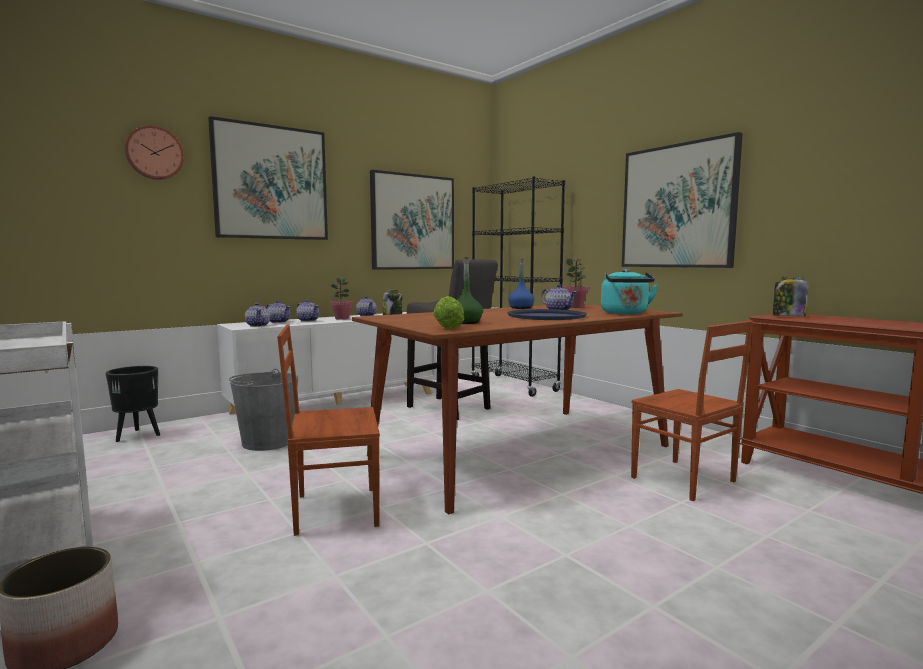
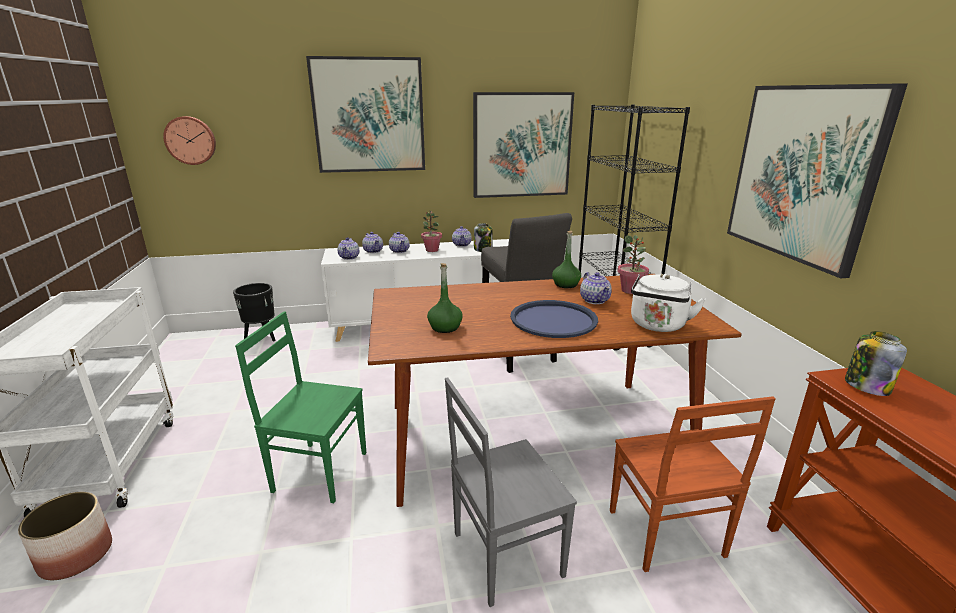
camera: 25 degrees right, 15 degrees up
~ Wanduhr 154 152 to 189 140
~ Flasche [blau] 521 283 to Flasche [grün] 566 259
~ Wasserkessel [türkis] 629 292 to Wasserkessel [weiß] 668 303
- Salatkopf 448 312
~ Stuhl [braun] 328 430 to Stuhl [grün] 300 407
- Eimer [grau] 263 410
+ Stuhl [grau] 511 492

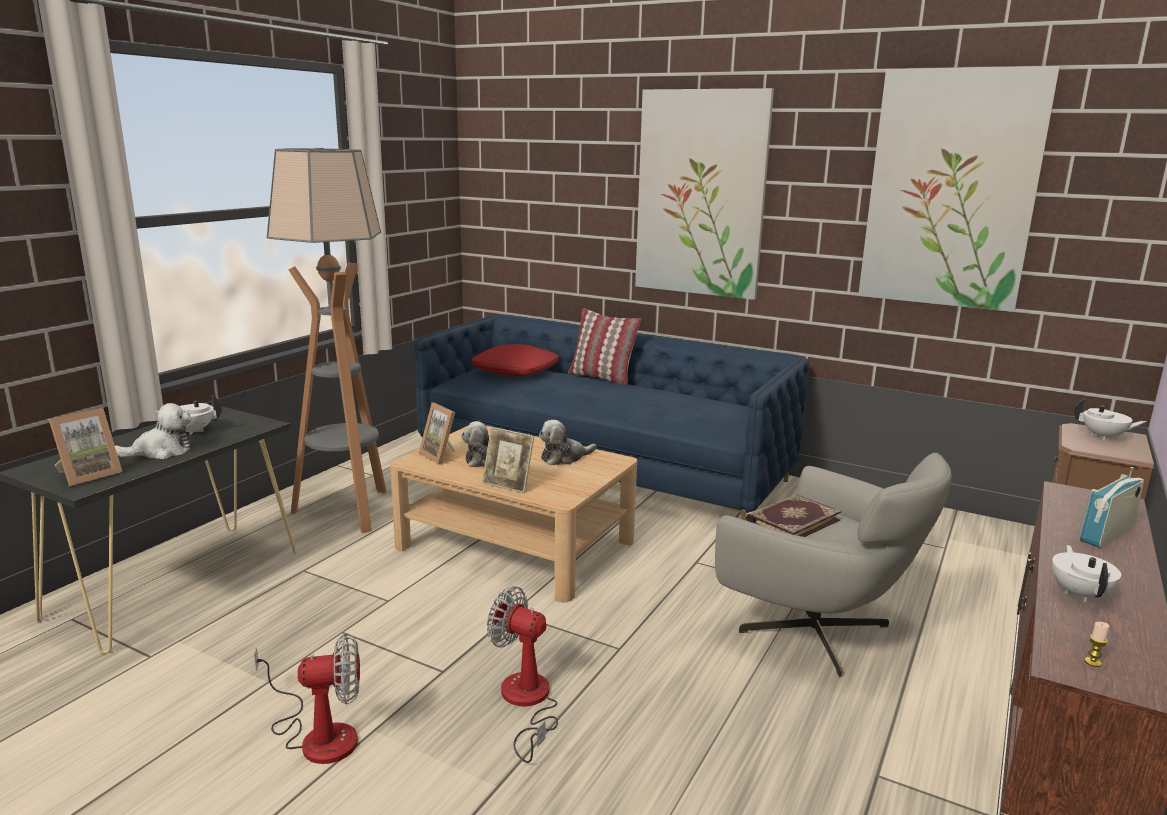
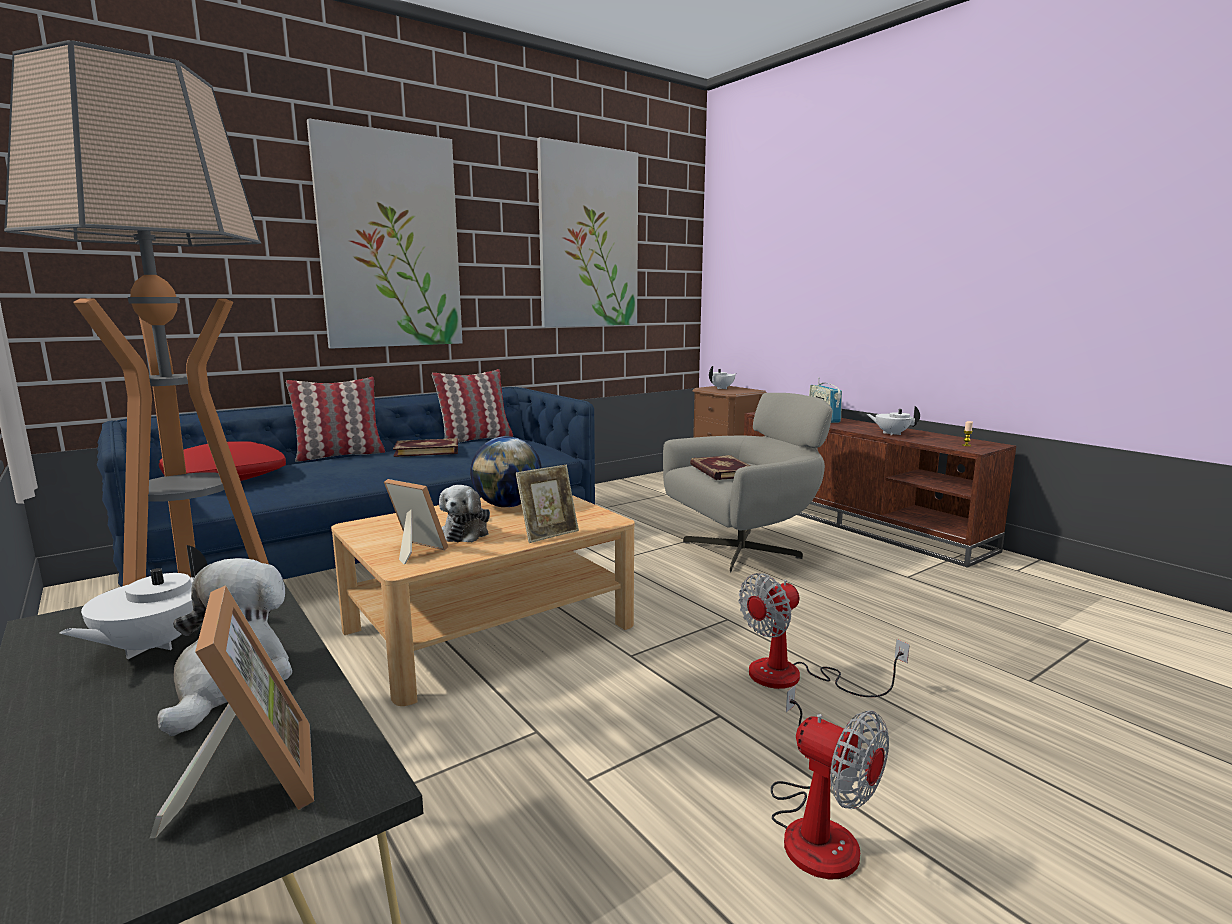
camera: 65 degrees left, 5 degrees down
~ Bilderrahmen 437 433 = 416 521 135 degrees counterclockwise
~ Plüschtier 568 442 to Globus 506 471
~ Ventilator 307 698 = 830 782 120 degrees clockwise
+ Kissen 472 406
+ Buch 425 447

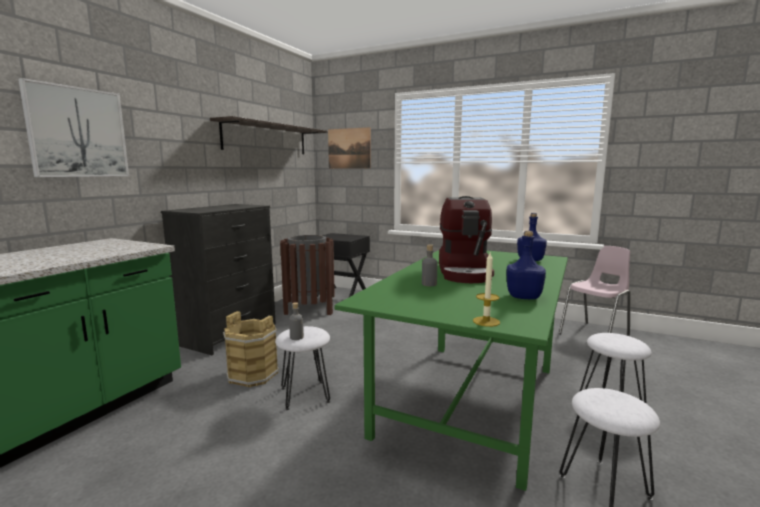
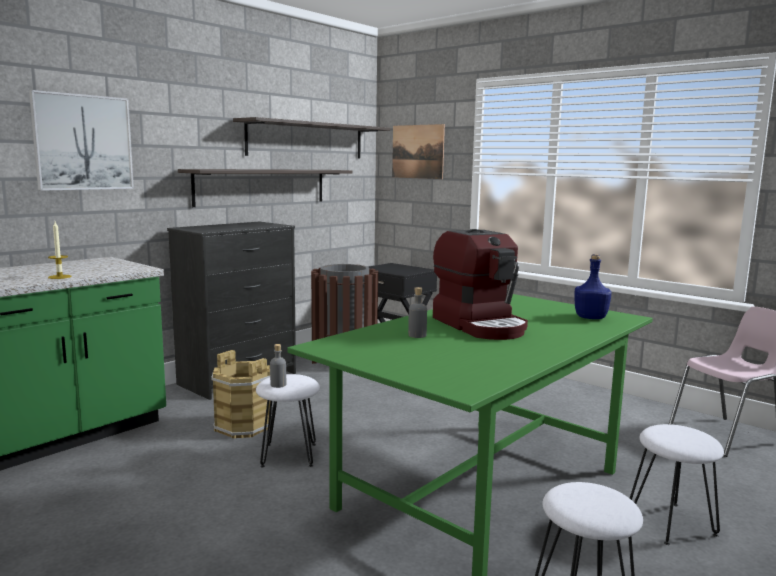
camera: 15 degrees right, 0 degrees up
~ Kaffeemaschine 466 239 = 480 284 45 degrees counterclockwise
- Flasche [blau] 526 264
~ Kerze 486 290 to 60 250
+ Wandregal 265 188

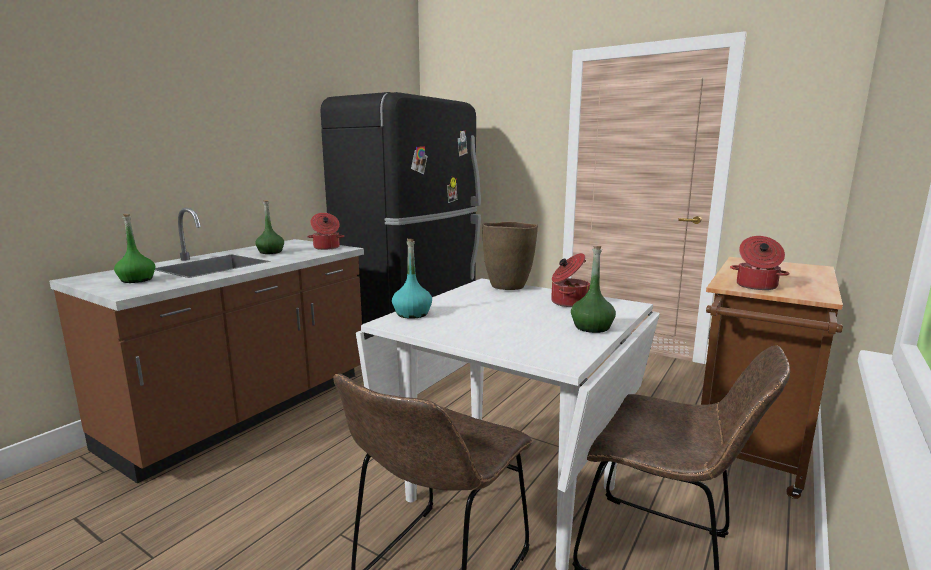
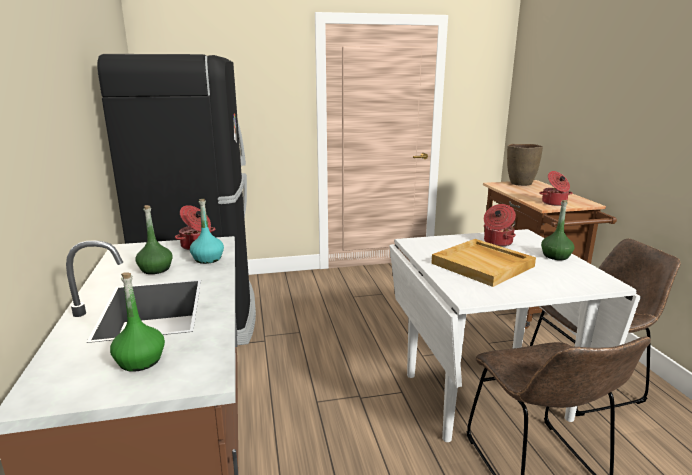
camera: 45 degrees left, 5 degrees up
~ Vase [braun] 510 255 to 525 165
~ Flasche [türkis] 412 279 to 207 231
+ Tablett [beige] 483 263

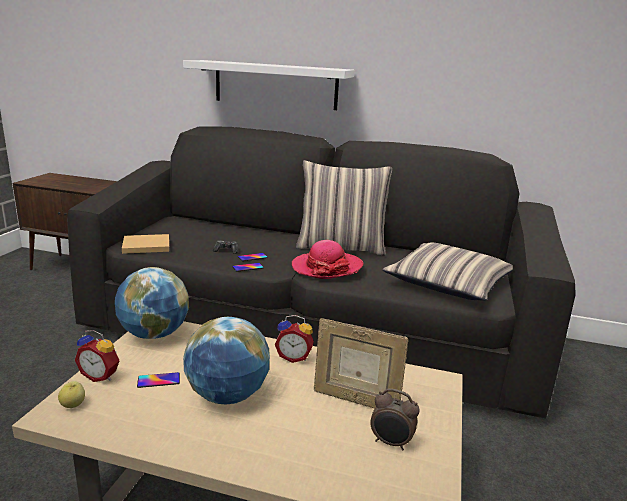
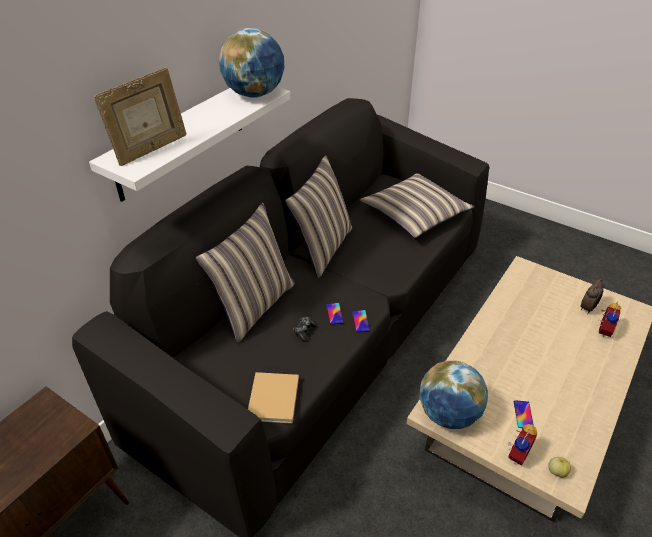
camera: 70 degrees left, 20 degrees up
- Hut 327 259
~ Wecker 294 339 to 610 319
~ Globus 226 361 to 251 63
~ Bilderrahmen 361 363 to 140 116
+ Kissen 245 272

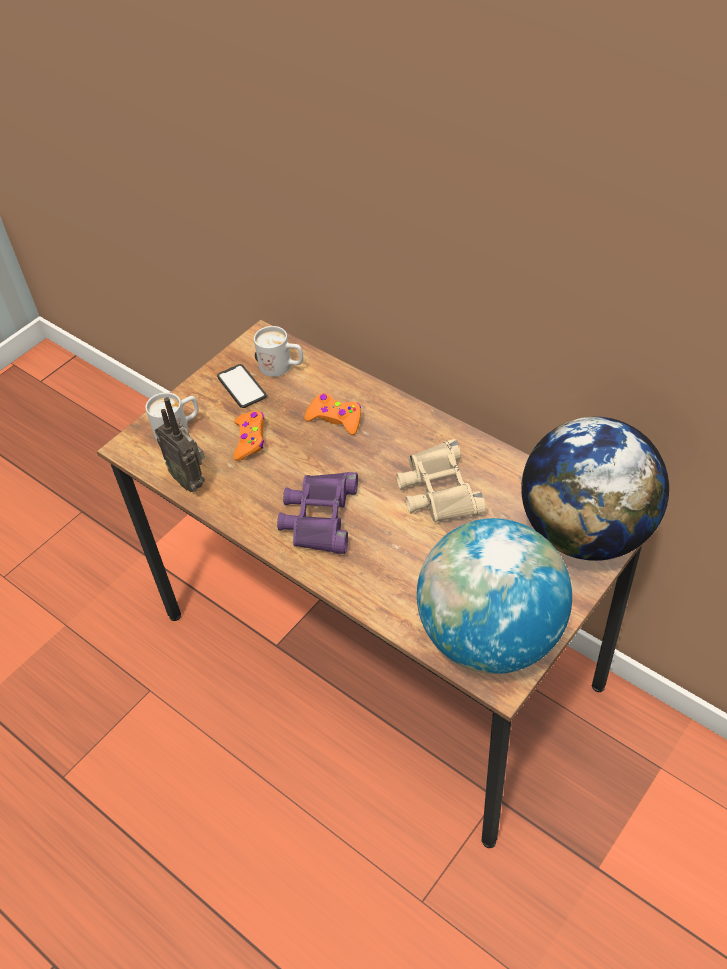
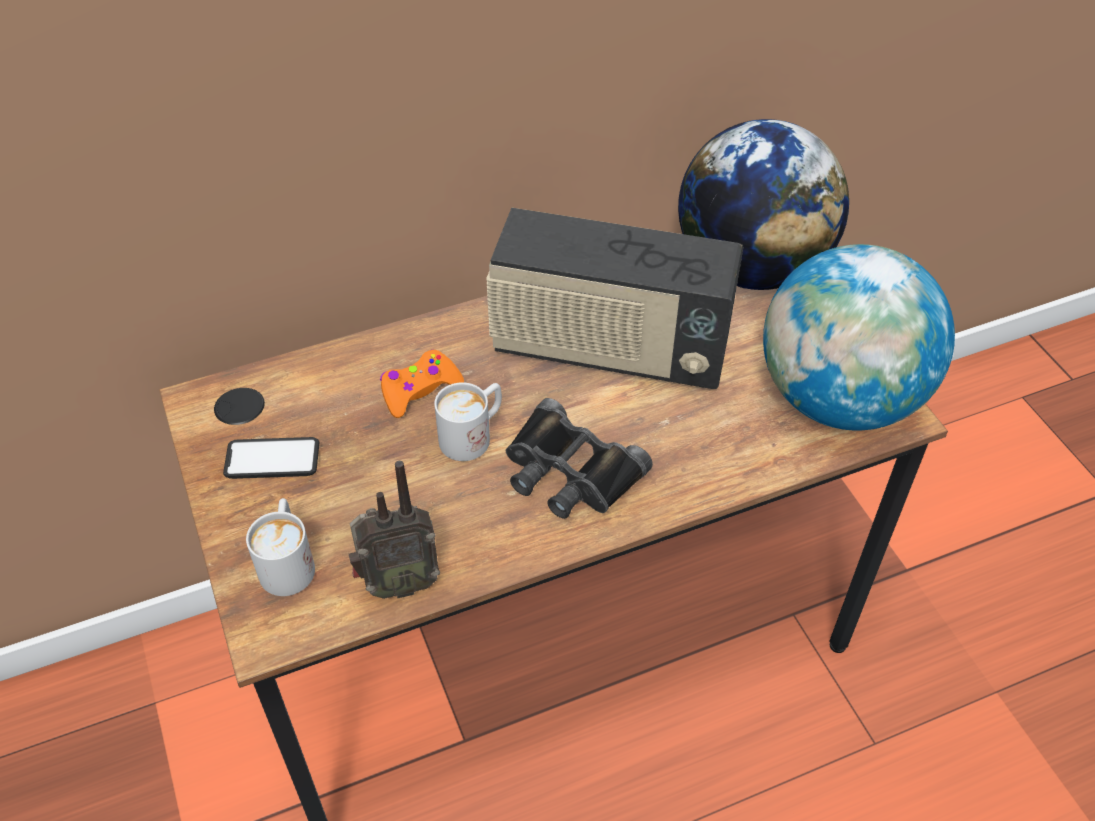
camera: 65 degrees left, 0 degrees up
~ Henkelbecher [weiß] 278 351 to 468 421
- Gamepad [orange] 248 436
~ Fernglas [beige] 441 480 to Radio 614 298
~ Fernglas [lila] 317 513 to Fernglas [schwarz] 579 458

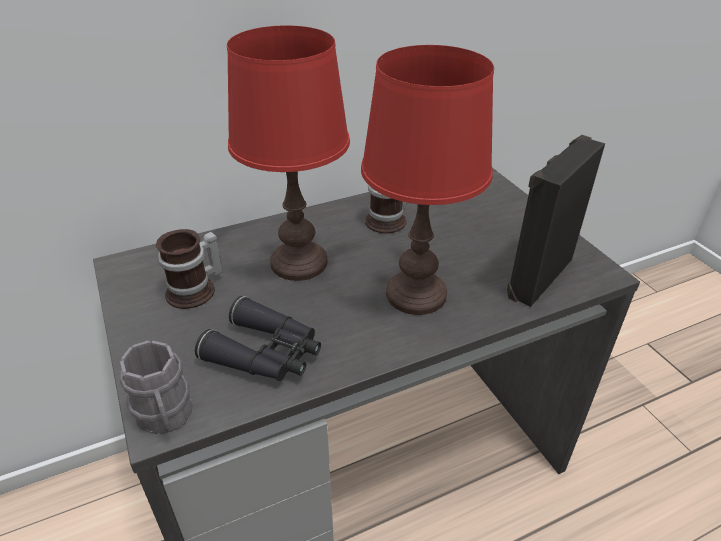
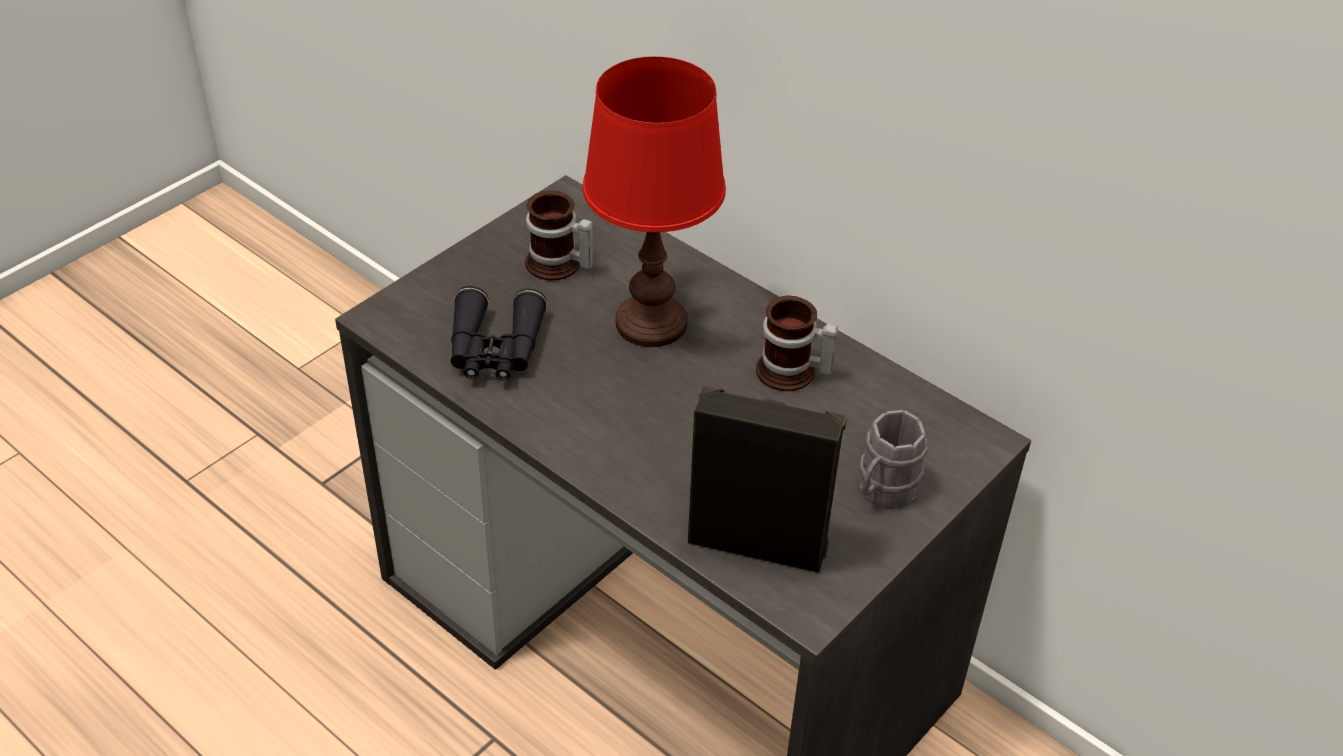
camera: 65 degrees right, 5 degrees up
- Tischlampe [rot] 427 180
~ Henkelbecher [grau] 156 387 to 893 459

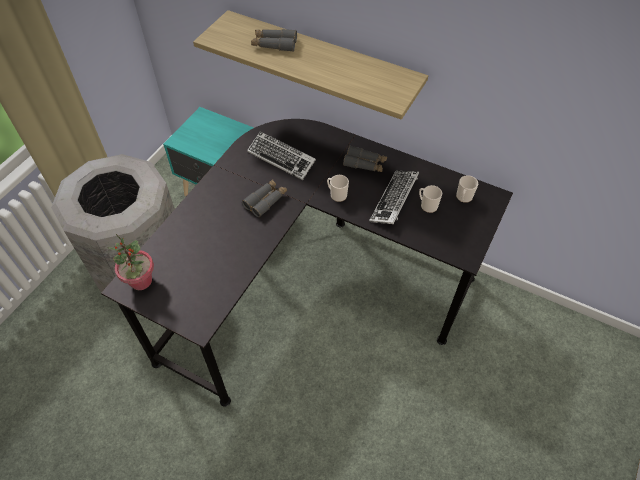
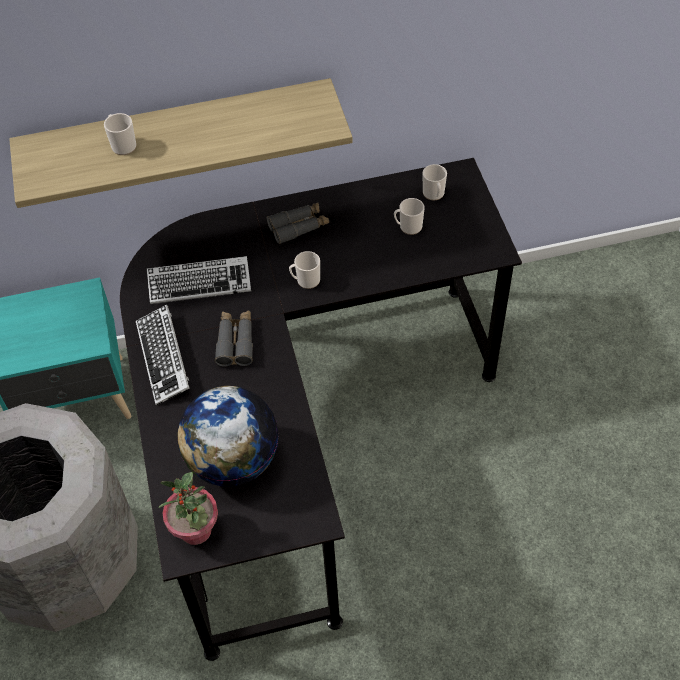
camera: 40 degrees left, 0 degrees up
~ Fernglas [grau] 274 40 to Henkelbecher 120 134
~ Tastatur 394 197 to 163 355
+ Globus 228 436

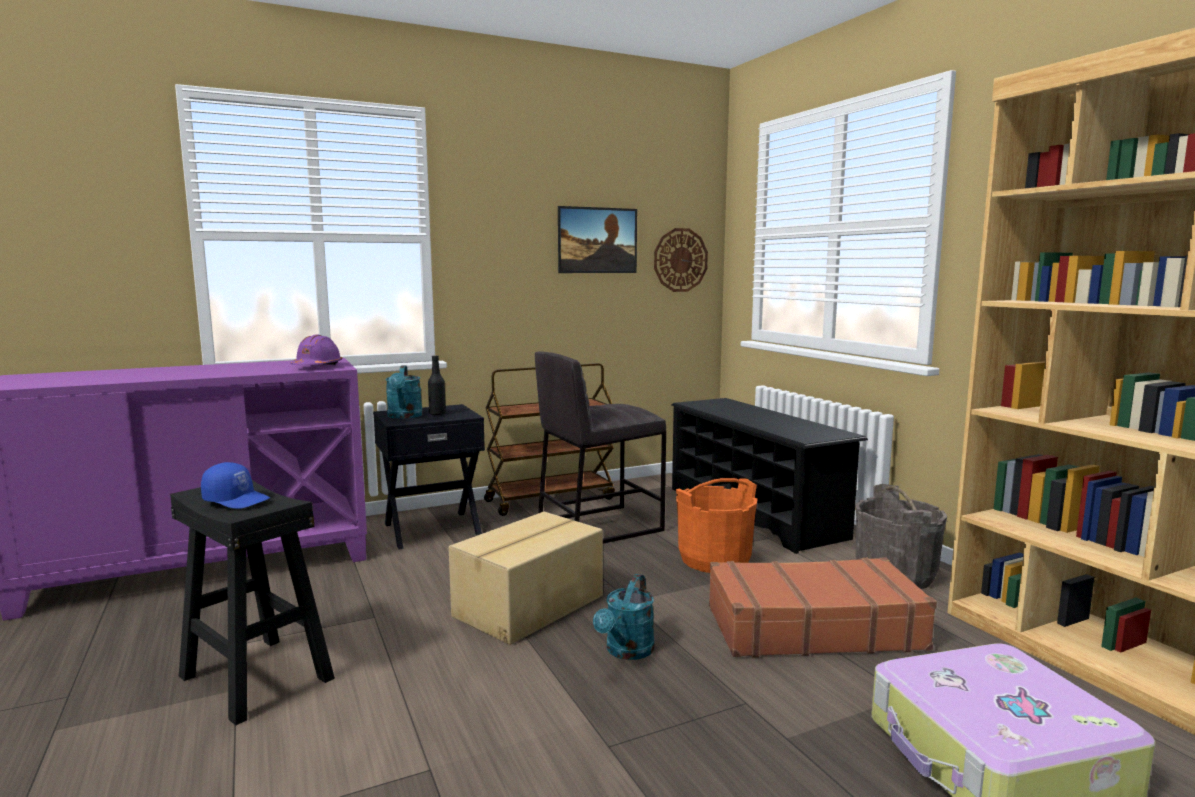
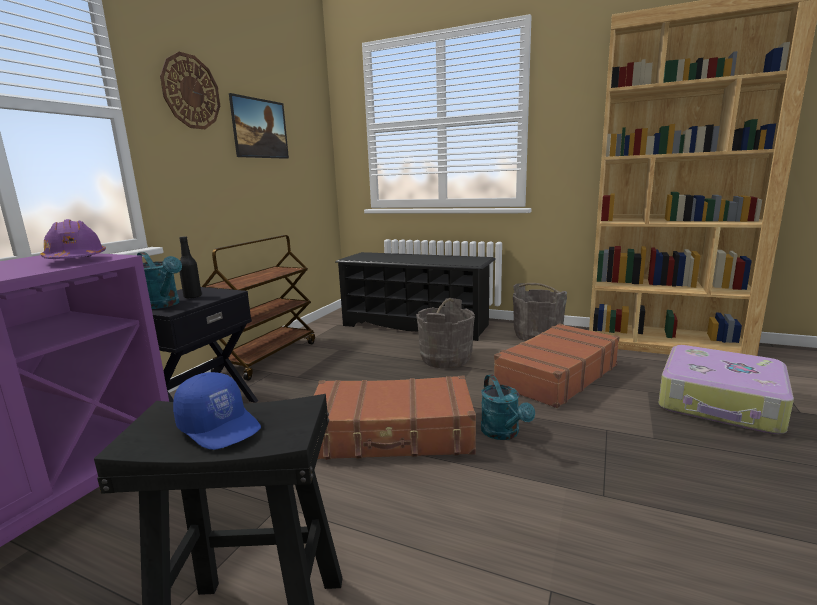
camera: 40 degrees left, 5 degrees up
~ Wanduhr 681 260 to 190 90
- Hocker [grau] 600 447
~ Kappe [blau] 235 485 = 217 411 60 degrees clockwise
~ Eimer [orange] 716 525 to Eimer [grau] 445 333
~ Karton 526 578 to Koffer [braun] 395 418

